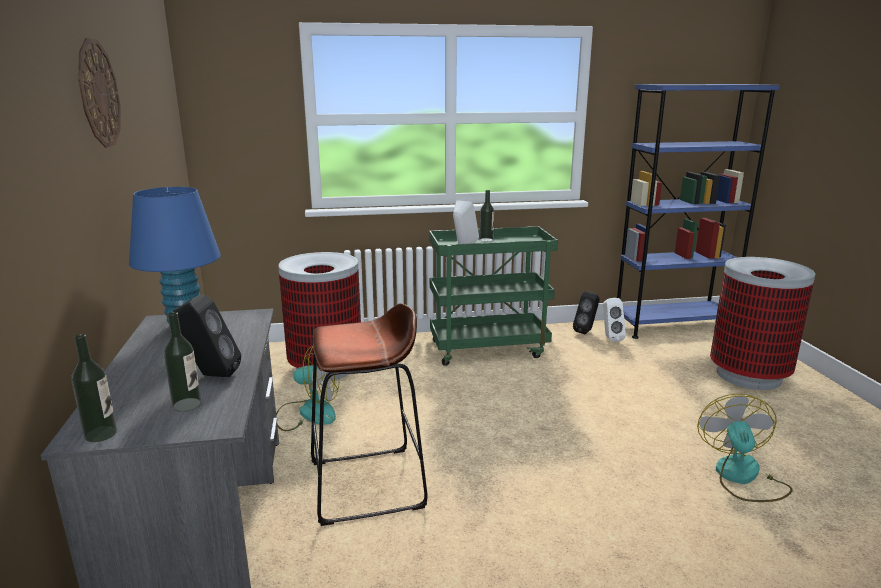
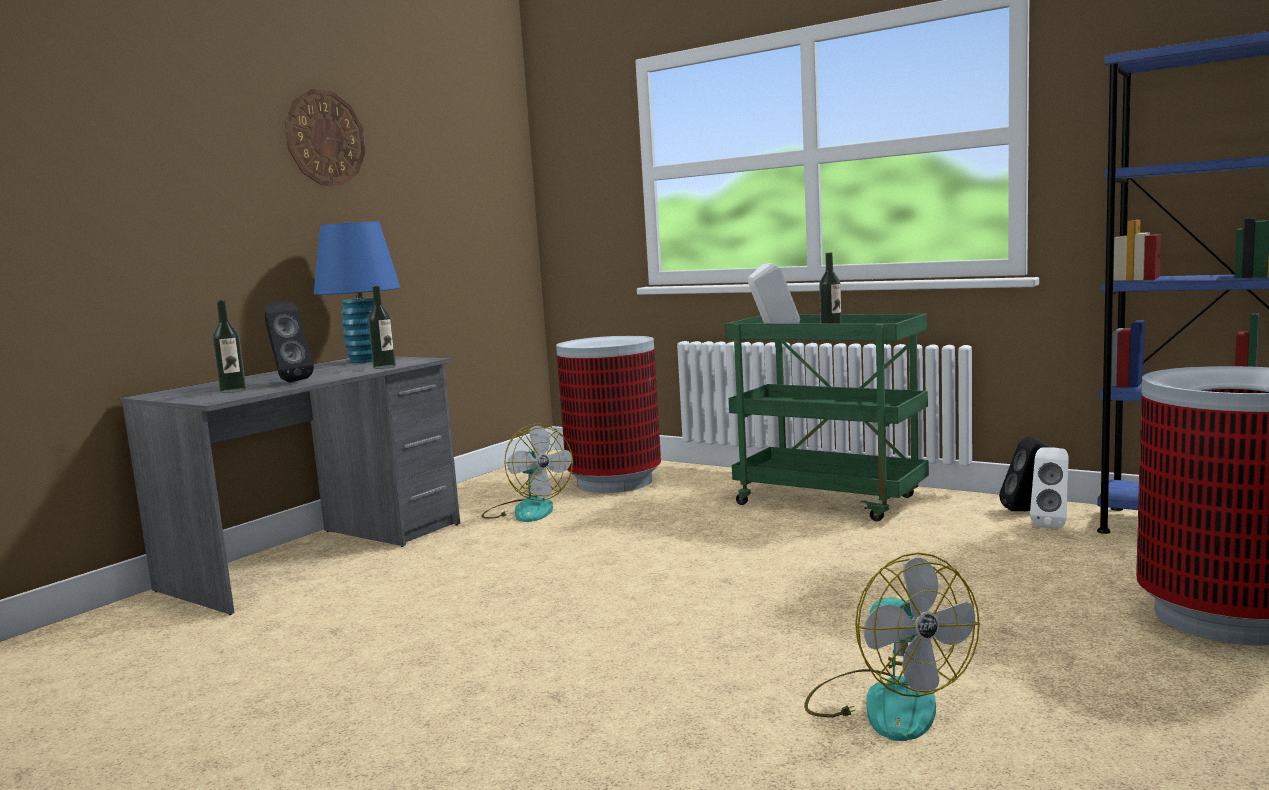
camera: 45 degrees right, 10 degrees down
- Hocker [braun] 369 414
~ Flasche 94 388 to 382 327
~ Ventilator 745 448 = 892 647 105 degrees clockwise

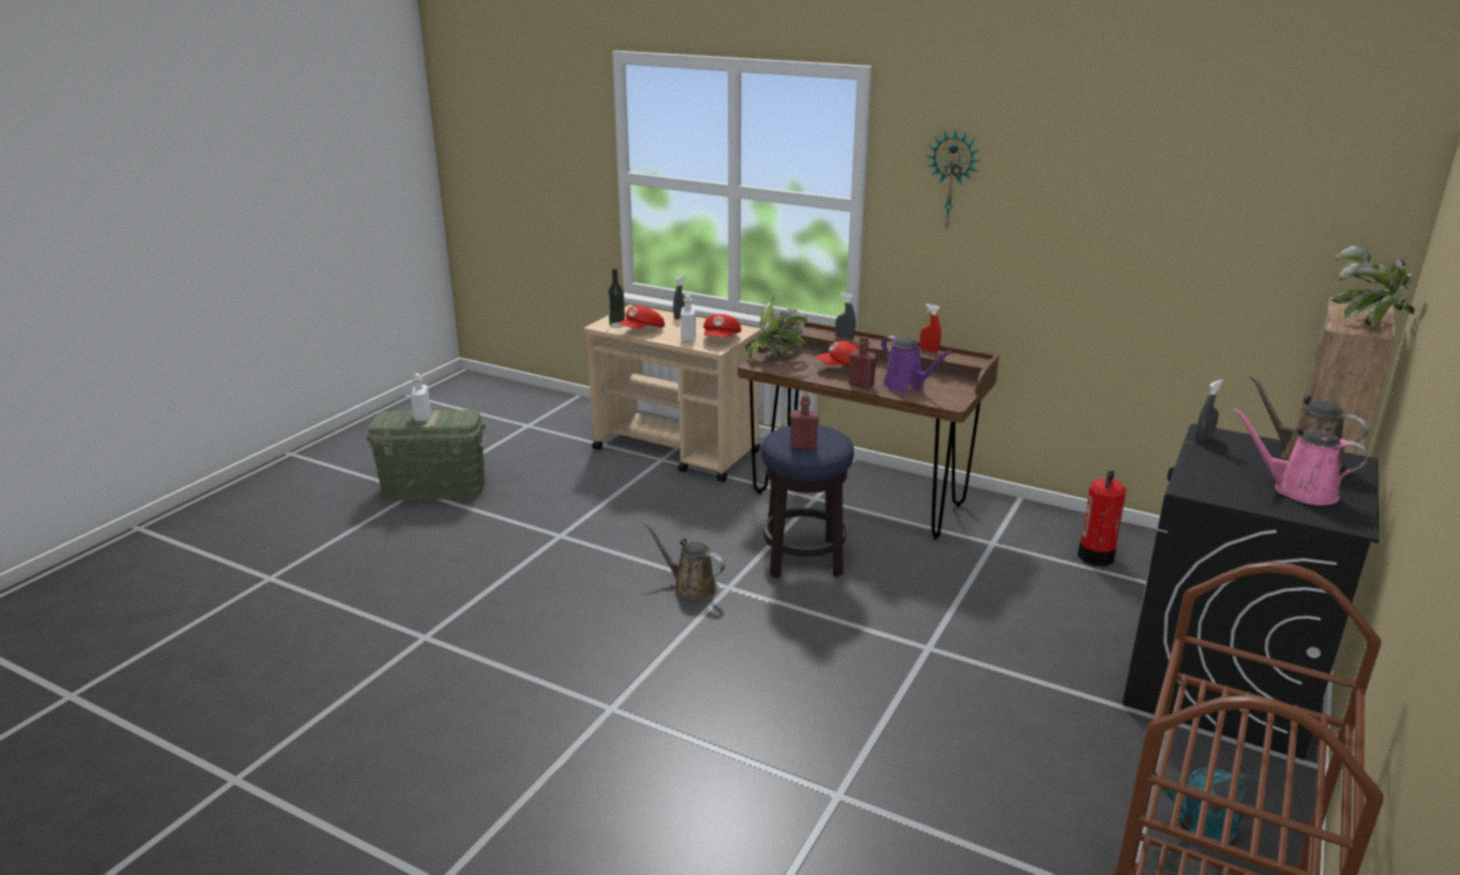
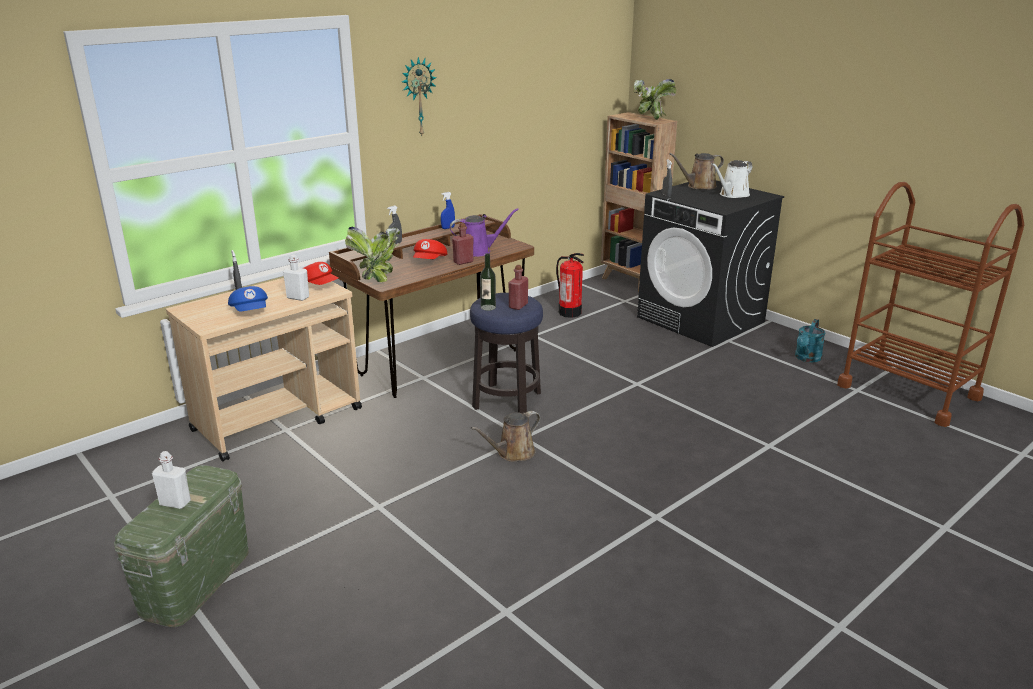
camera: 70 degrees left, 0 degrees up
~ Flasche 616 298 to 488 282
~ Sprühflasche [rot] 930 328 to Sprühflasche [blau] 448 210
~ Kappe [rot] 641 317 to Kappe [blau] 248 299
~ Gießkanne [rosa] 1300 456 to Gießkanne [weiß] 731 179

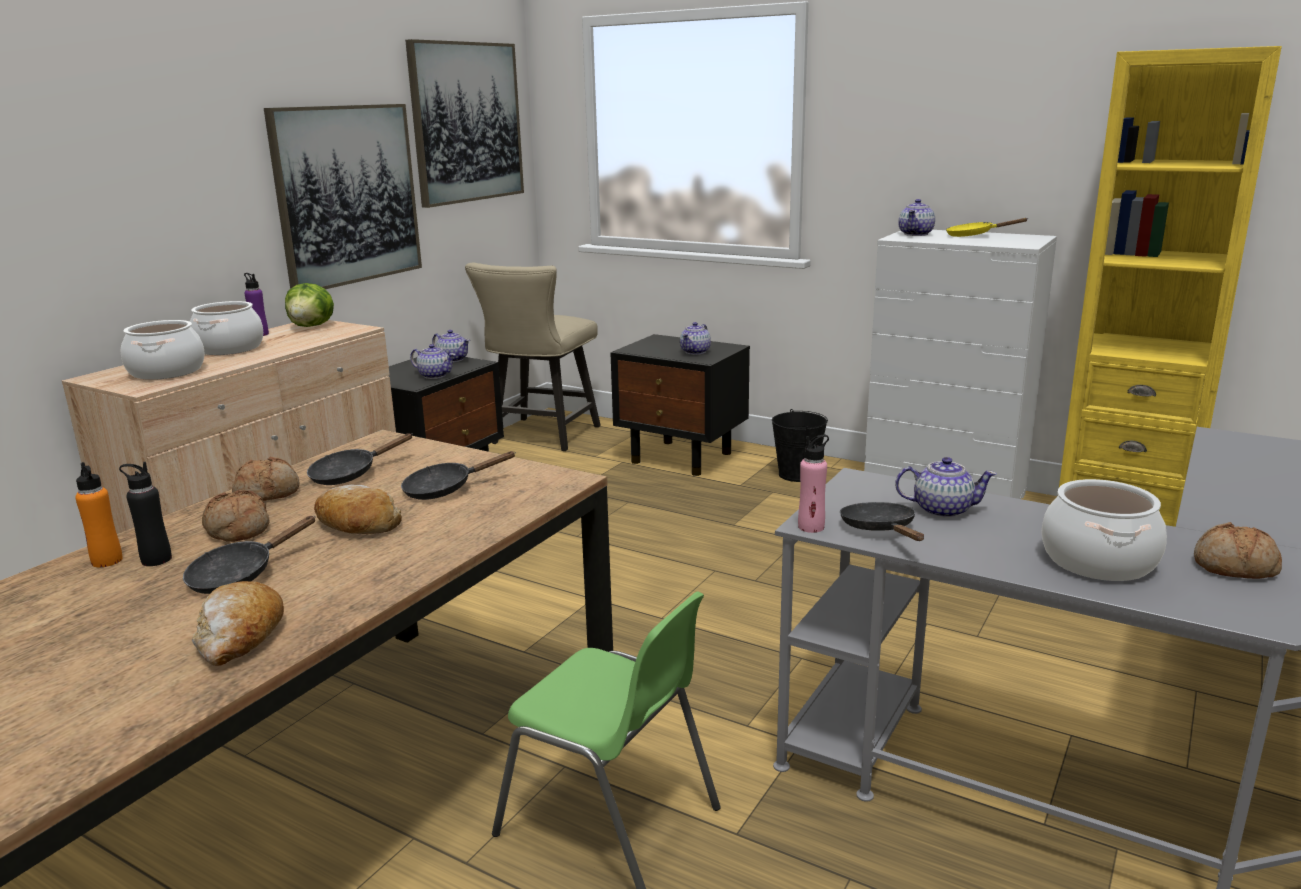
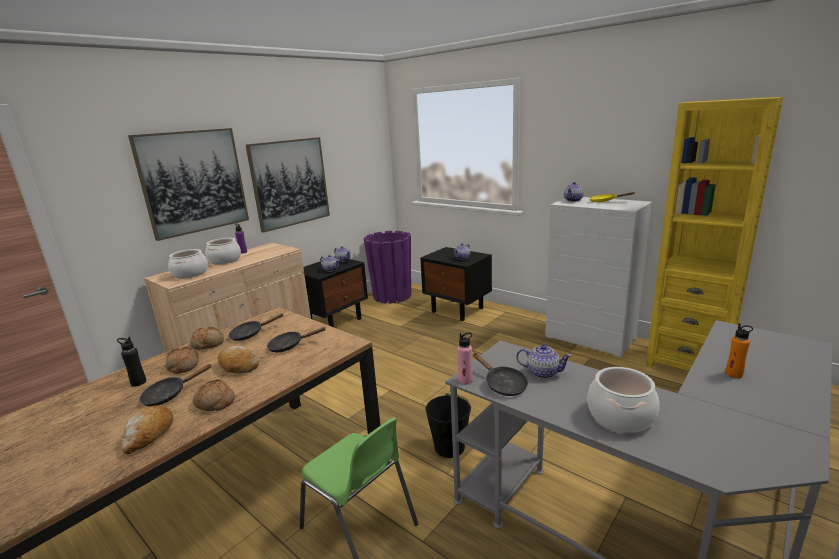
camera: 10 degrees right, 0 degrees up
~ Bild 464 123 to 188 184
~ Stuhl [beige] 533 357 to Pflanzkübel [lila] 387 267
- Salatkopf 309 305
~ Eimer [schwarz] 800 445 to 448 425
~ Flasche [orange] 99 514 to 739 350
~ Pfanne [schwarz] 882 521 = 500 374 150 degrees clockwise
~ Brot 1238 550 to 214 395

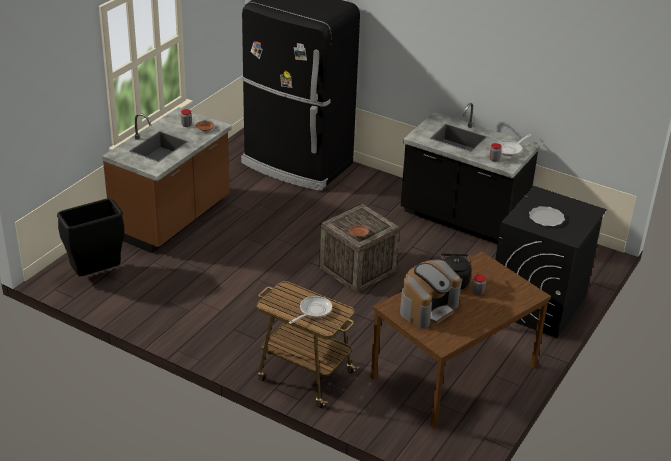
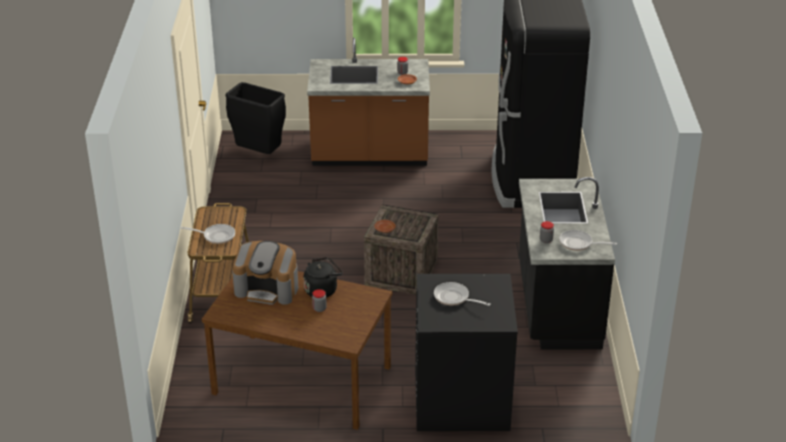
camera: 60 degrees right, 0 degrees up
~ Teller 547 216 to Pfanne 462 294

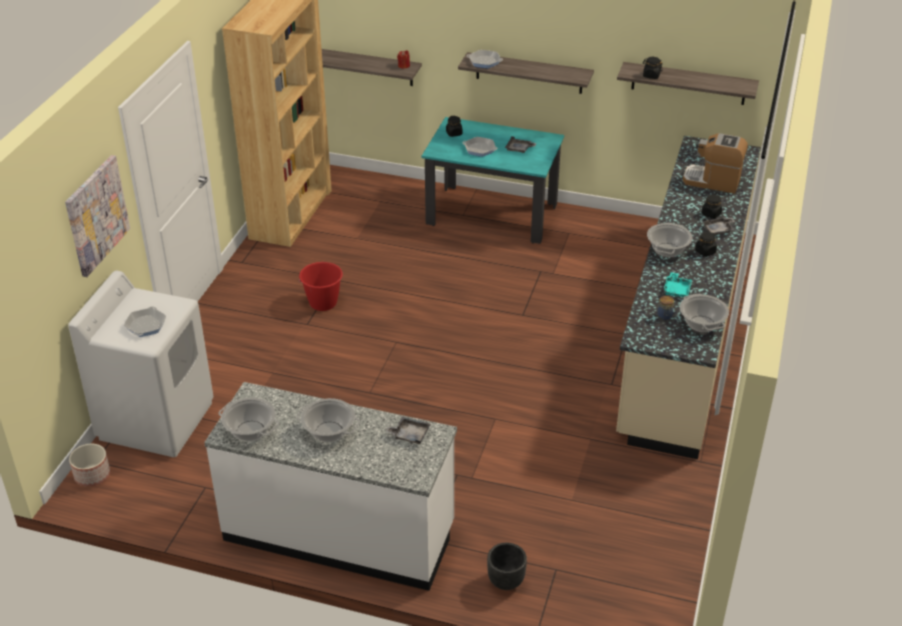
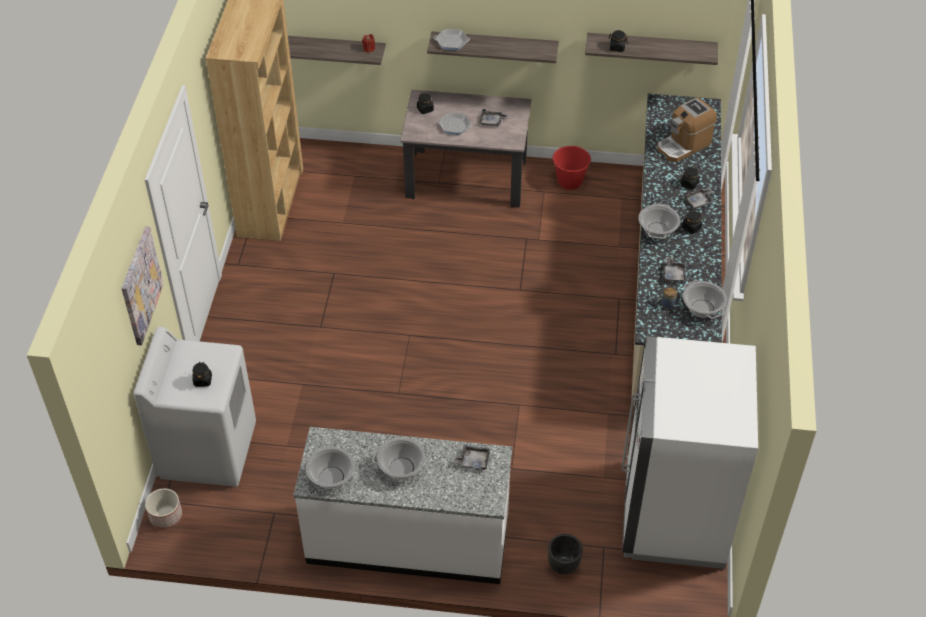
camera: 10 degrees left, 10 degrees up
~ Esstisch [türkis] 493 180 to Esstisch [beige] 465 149
~ Kaffeemaschine 715 163 = 687 130 45 degrees counterclockwise
~ Eimer [rot] 321 286 to 571 168
~ Tablett [türkis] 677 284 to Tablett [grau] 674 269
~ Pfanne 145 321 to Vorratsglas [schwarz] 202 374
+ Kühlschrank [weiß] 690 452

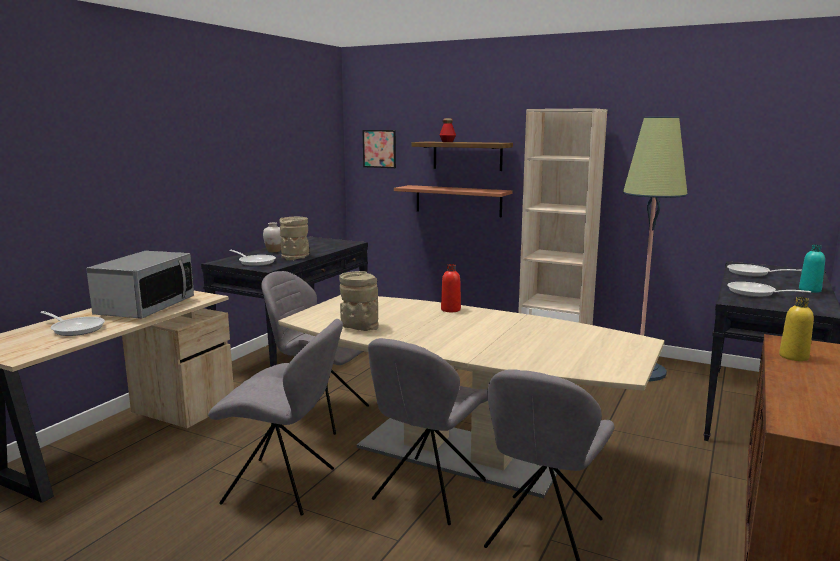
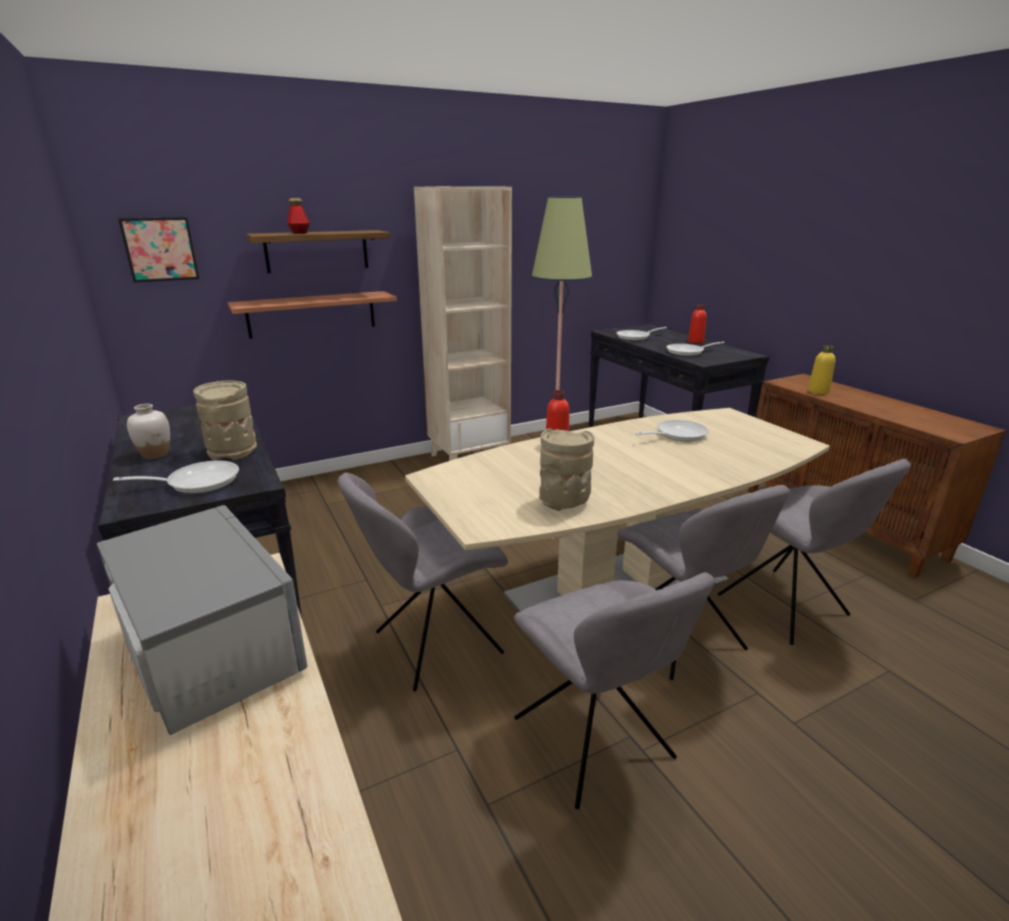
camera: 55 degrees left, 10 degrees up
~ Flasche [türkis] 812 268 to Flasche [rot] 697 323
~ Pfanne 72 323 to 672 431
~ Stuhl [grau] 275 417 = 614 690 105 degrees clockwise

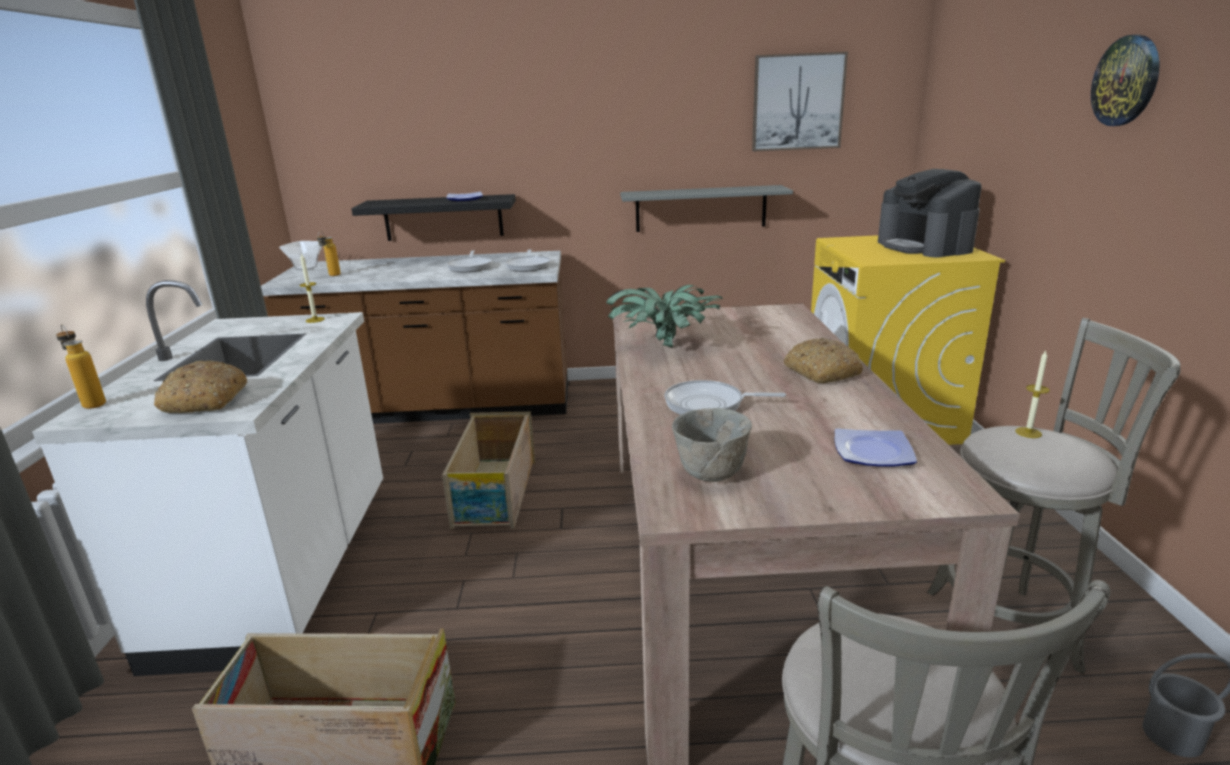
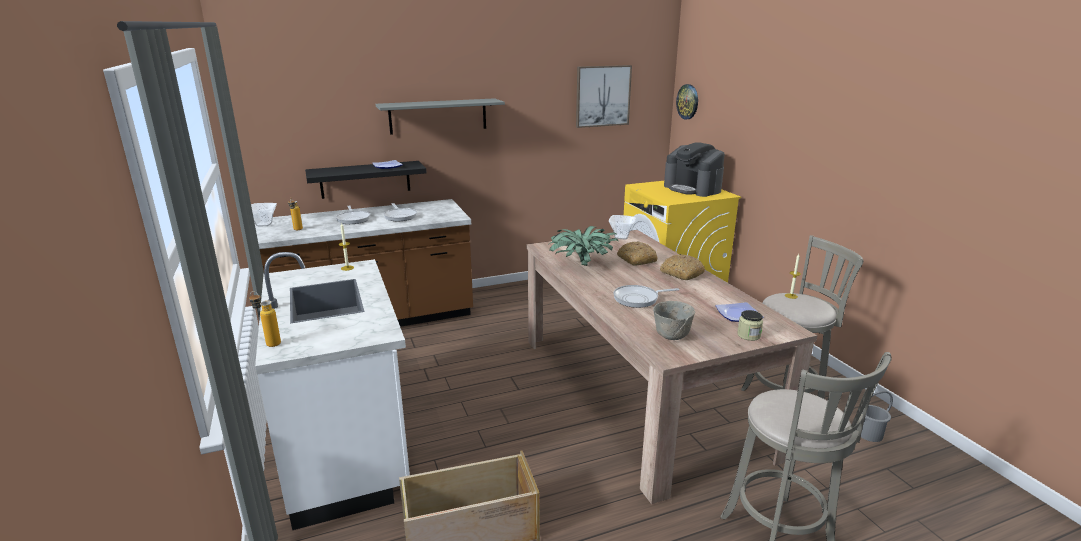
camera: 20 degrees left, 0 degrees up
~ Wanduhr 1125 80 to 687 102
~ Wandregal [grau] 706 208 to 440 116
~ Pfanne 528 261 to 353 215
~ Brot 200 387 to 637 253
- Kiste 488 470
+ Schüssel 622 227
+ Vorratsglas 750 325

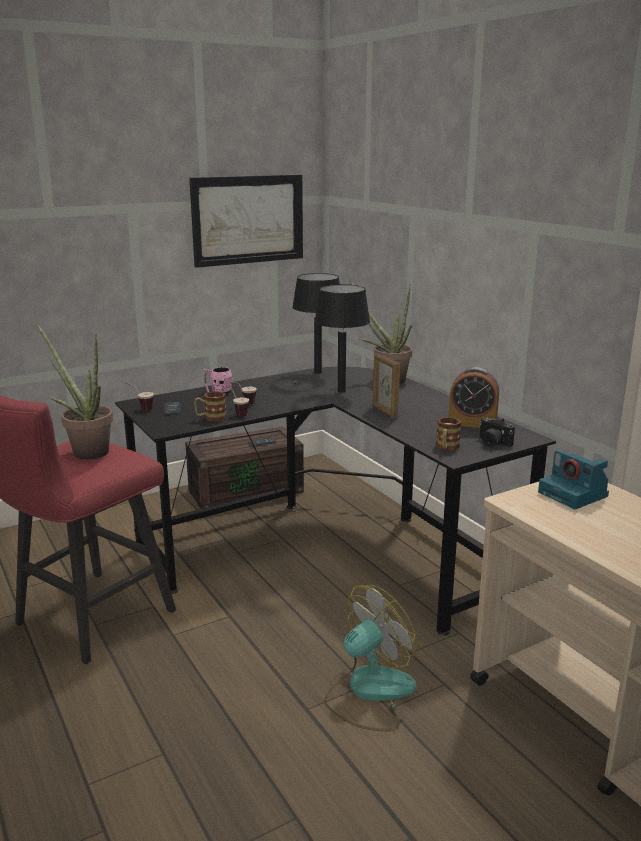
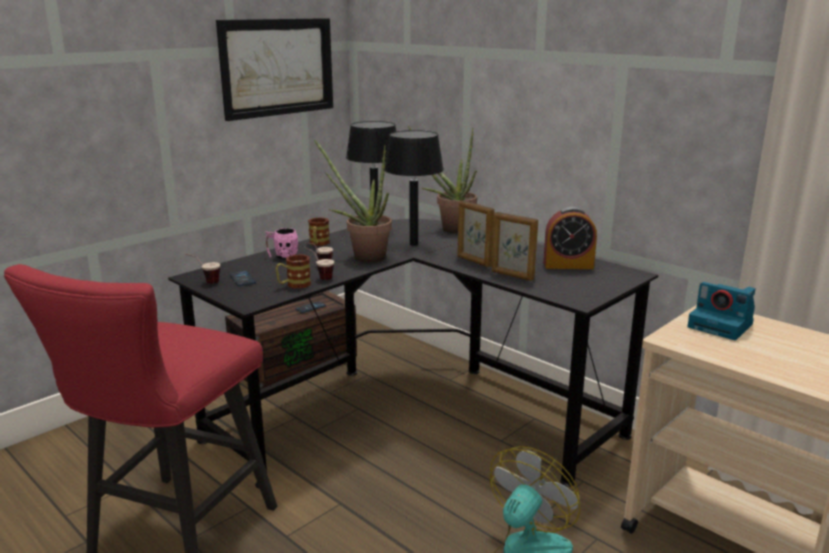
camera: 15 degrees left, 0 degrees up
~ Topfpflanze 74 391 to 353 201
~ Henkelbecher 449 433 to 319 231
- Kamera 497 432
+ Bilderrahmen 515 246

